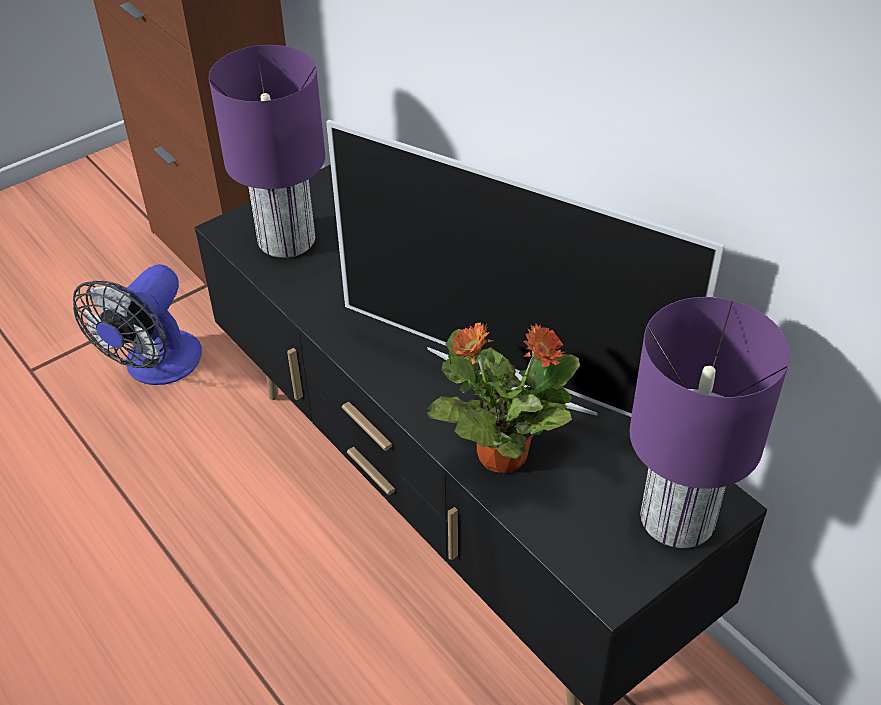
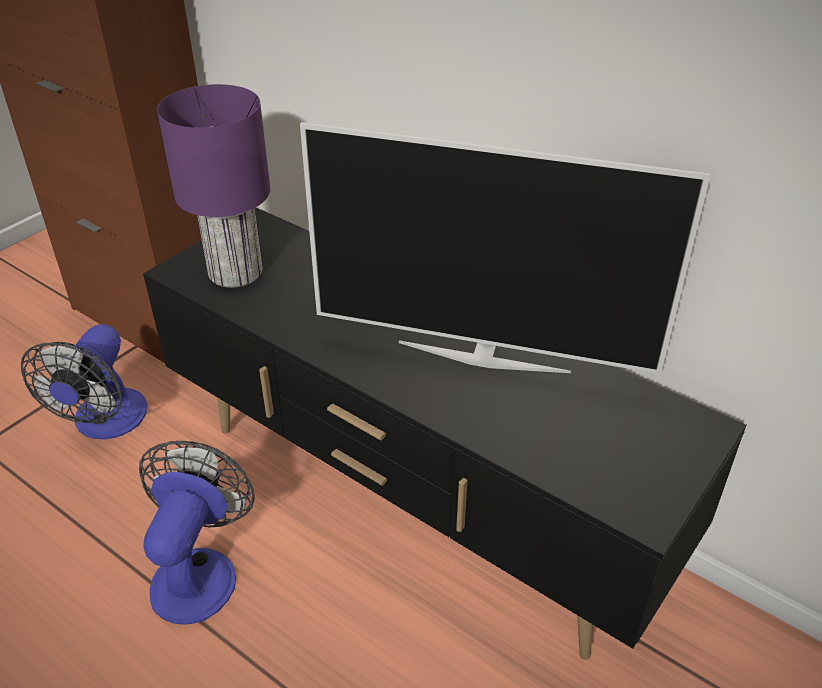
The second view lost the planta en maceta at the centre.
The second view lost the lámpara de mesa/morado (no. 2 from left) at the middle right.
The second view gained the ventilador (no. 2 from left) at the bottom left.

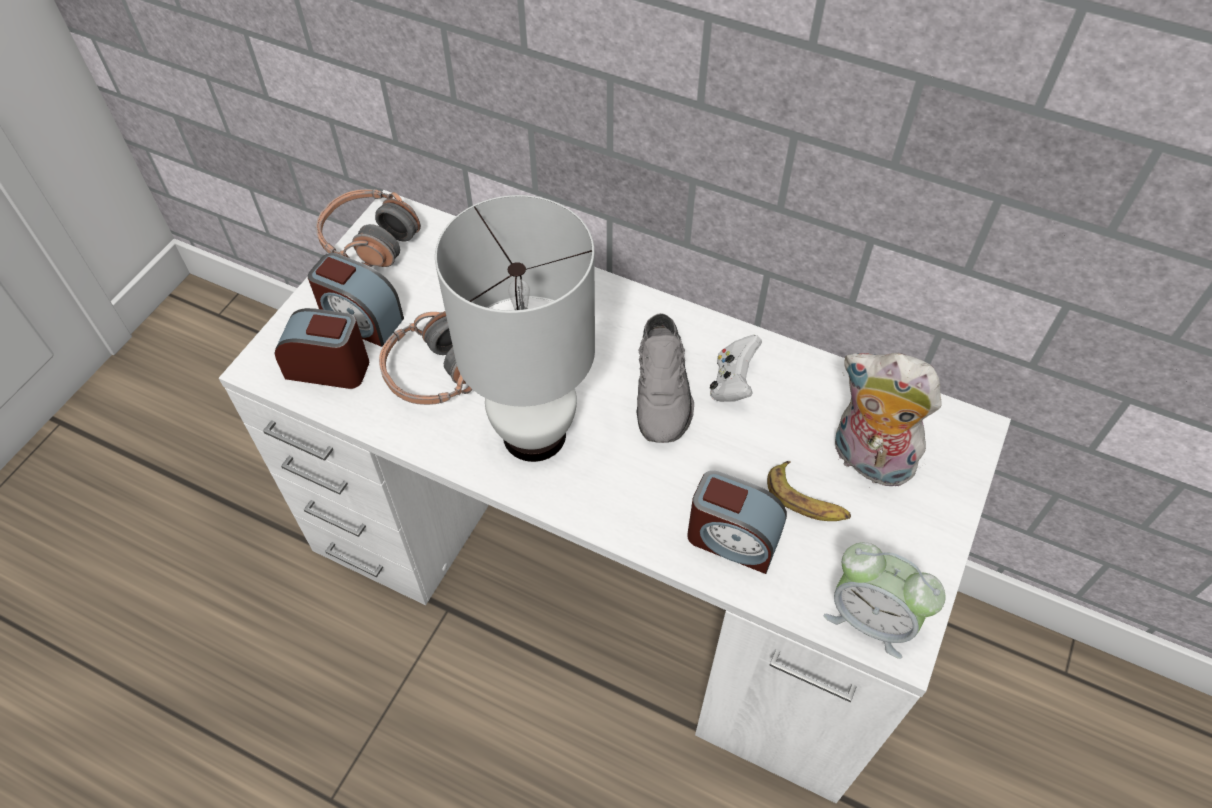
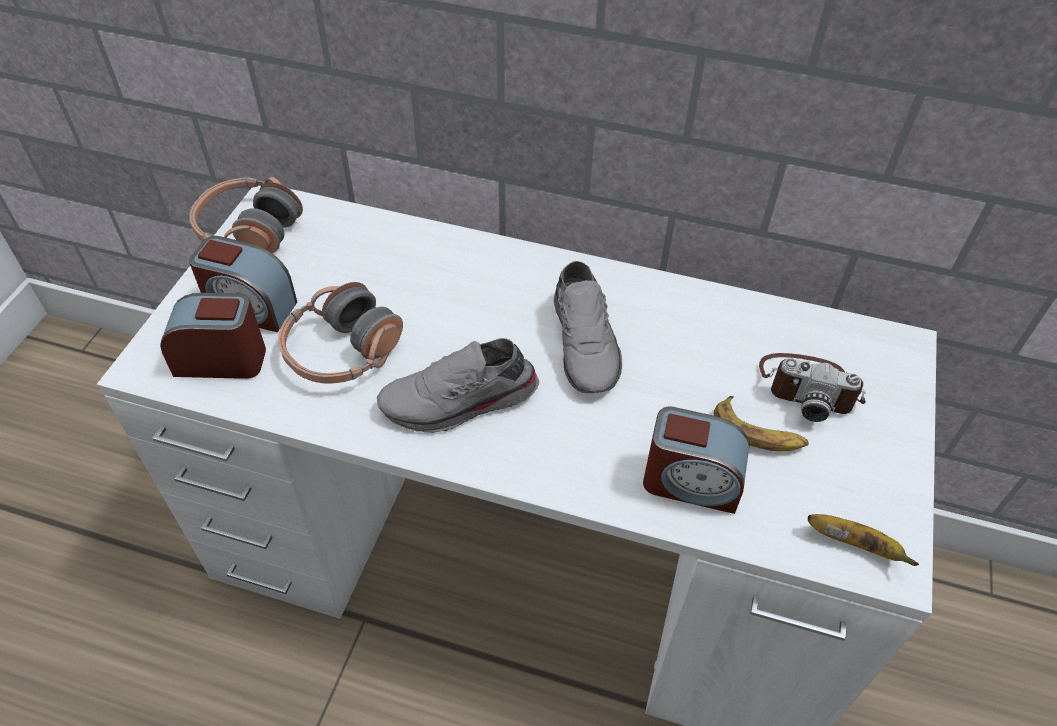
Where the lámpara de mesa/blanco stood at the centre, the zapato/gris (no. 1 from left) came to stand at the centre.
The second view lost the mando de consola/blanco at the centre.
Where the despertador (no. 4 from left) stood at the bottom right, the plátano (no. 2 from left) came to stand at the bottom right.
Where the peluche stood at the middle right, the cámara came to stand at the middle right.

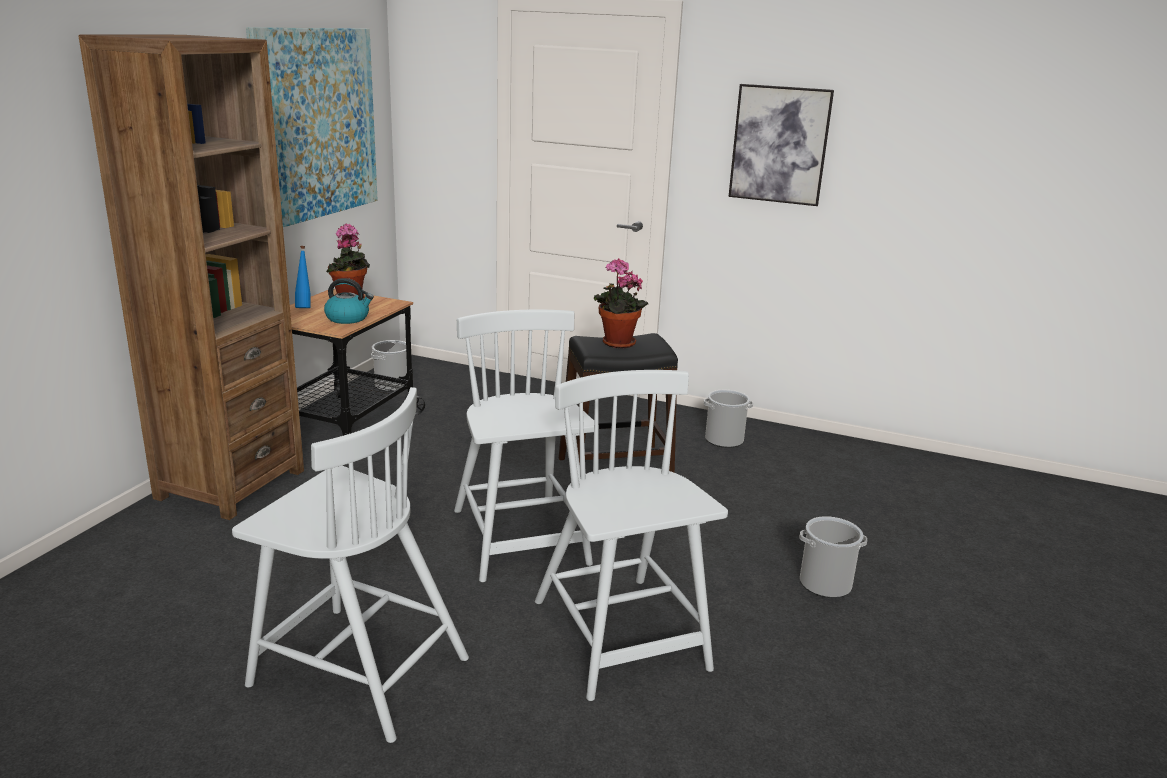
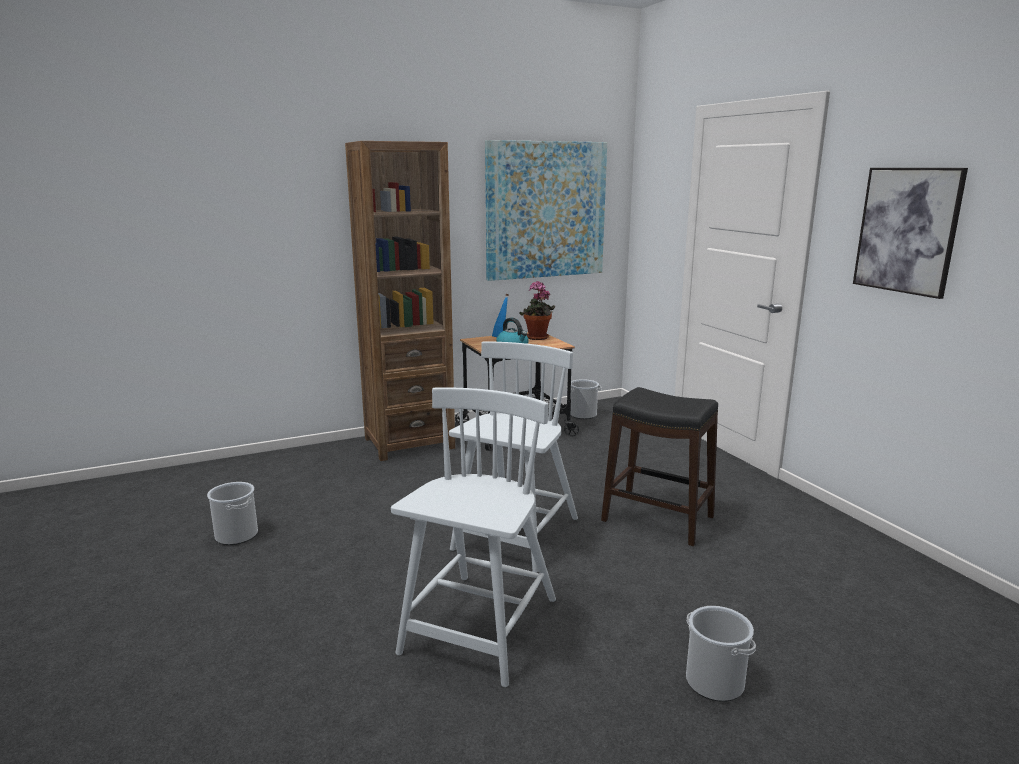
The second view lost the silla/blanco (no. 1 from left) at the bottom left.
The second view lost the planta en maceta (no. 2 from left) at the centre.
The cubo (no. 2 from left in the first image) ended up elsewhere, having gone from the centre to the bottom left.

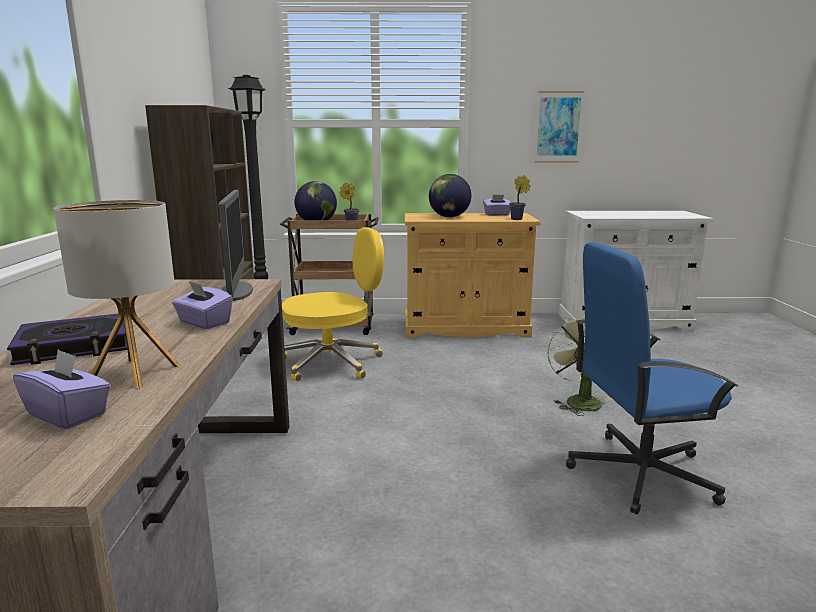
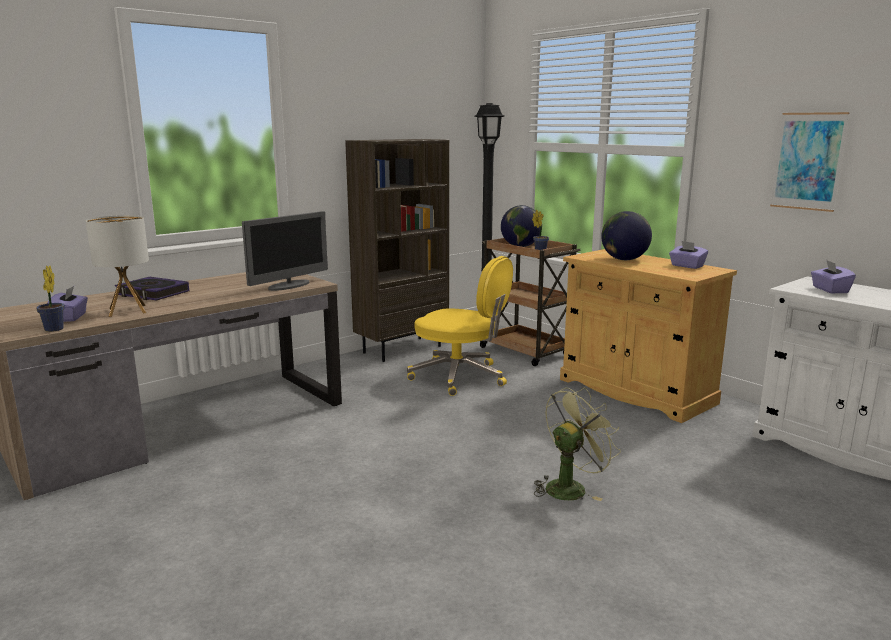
The caja de pañuelos/morado (no. 2 from left in the first image) ended up elsewhere, having gone from the middle left to the middle right.
The planta en maceta (no. 2 from left in the first image) ended up elsewhere, having gone from the top centre to the middle left.
The second view lost the silla de oficina/azul at the middle right.

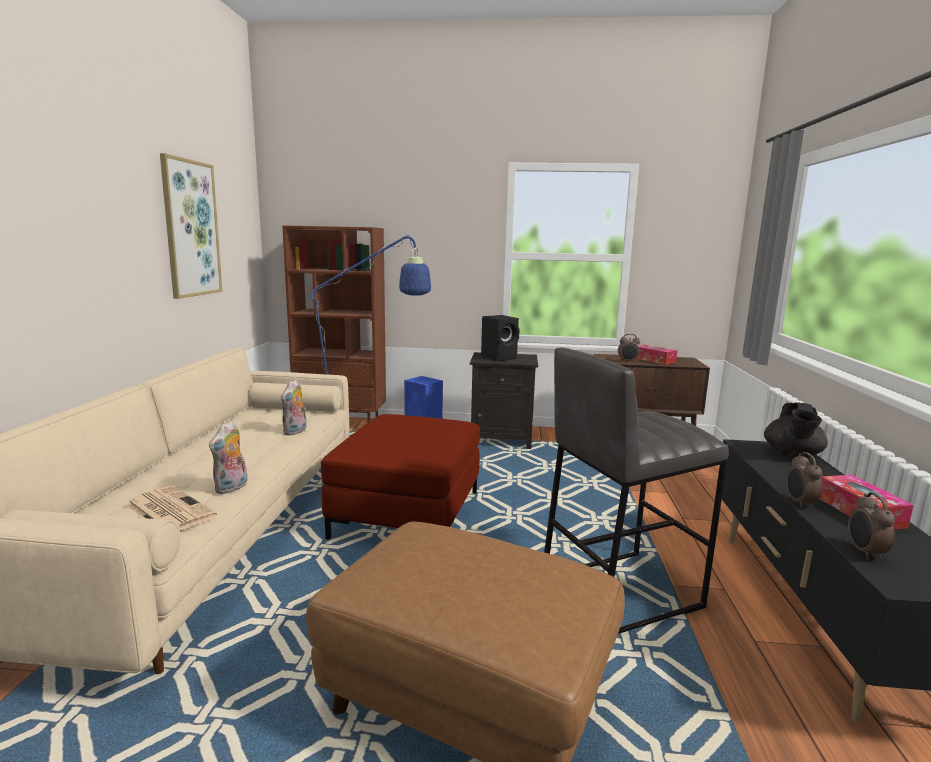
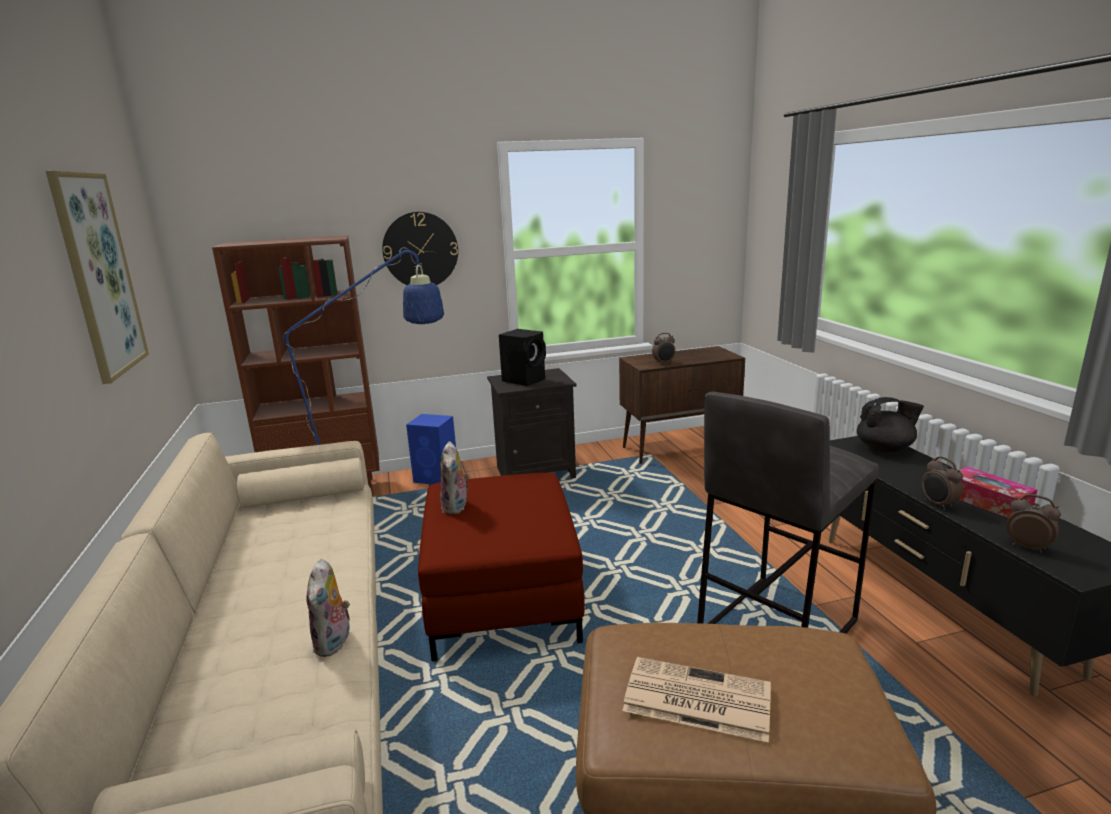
The periódico ended up elsewhere, having gone from the bottom left to the bottom centre.
The peluche (no. 2 from left) ended up elsewhere, having gone from the middle left to the centre.
The second view lost the caja de pañuelos (no. 1 from left) at the middle right.
The tetera/negro at the middle right ended up facing another way, 90 degrees counterclockwise from before.
The despertador (no. 3 from left) at the bottom right ended up facing another way, 150 degrees clockwise from before.
The second view gained the reloj de pared at the top centre.

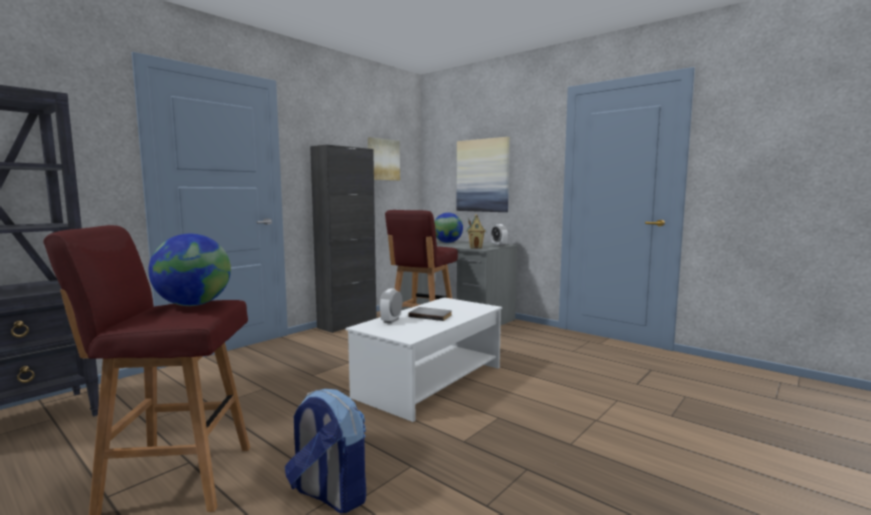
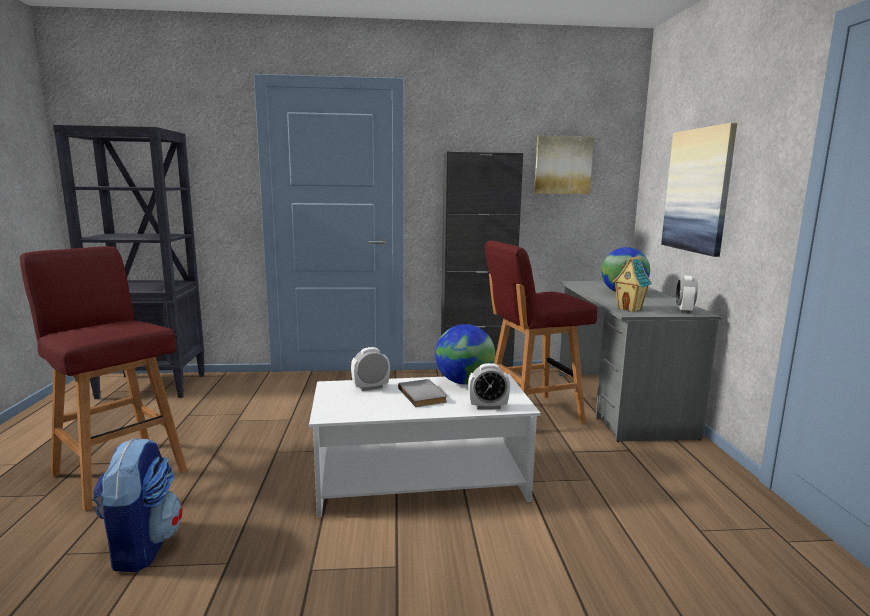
The globo terráqueo (no. 1 from left) ended up elsewhere, having gone from the middle left to the centre.
The second view gained the despertador (no. 2 from left) at the centre.

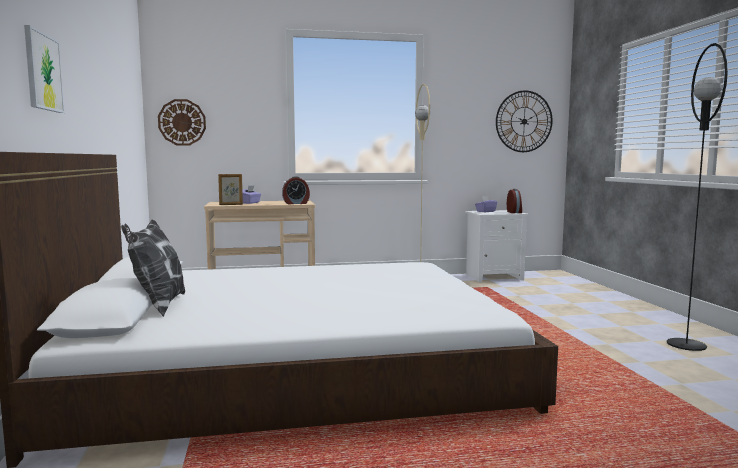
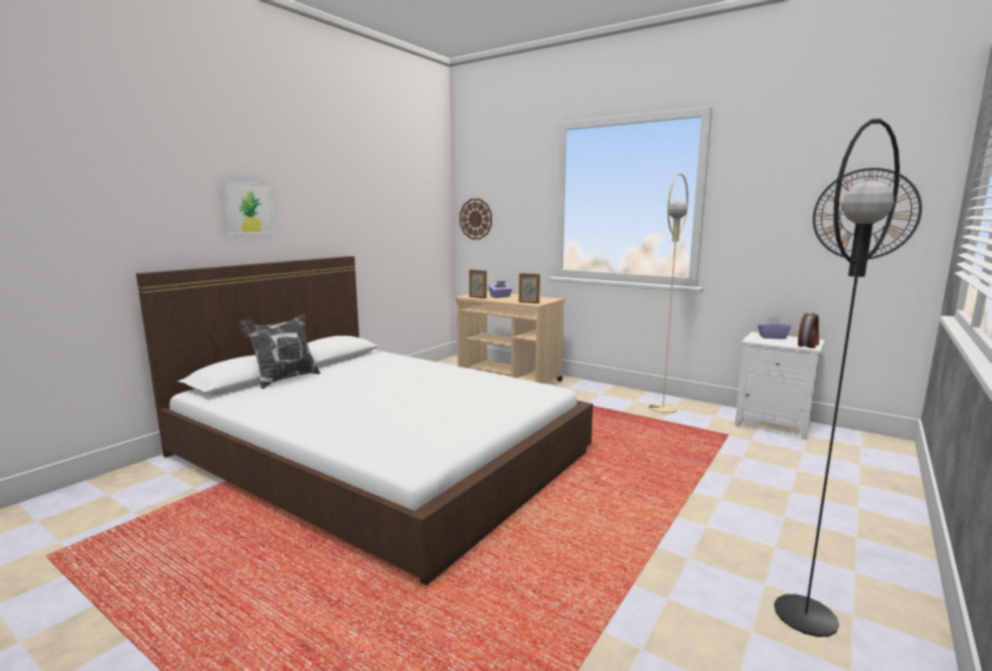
Where the despertador (no. 1 from left) stood at the centre, the portarretratos (no. 2 from left) came to stand at the centre.

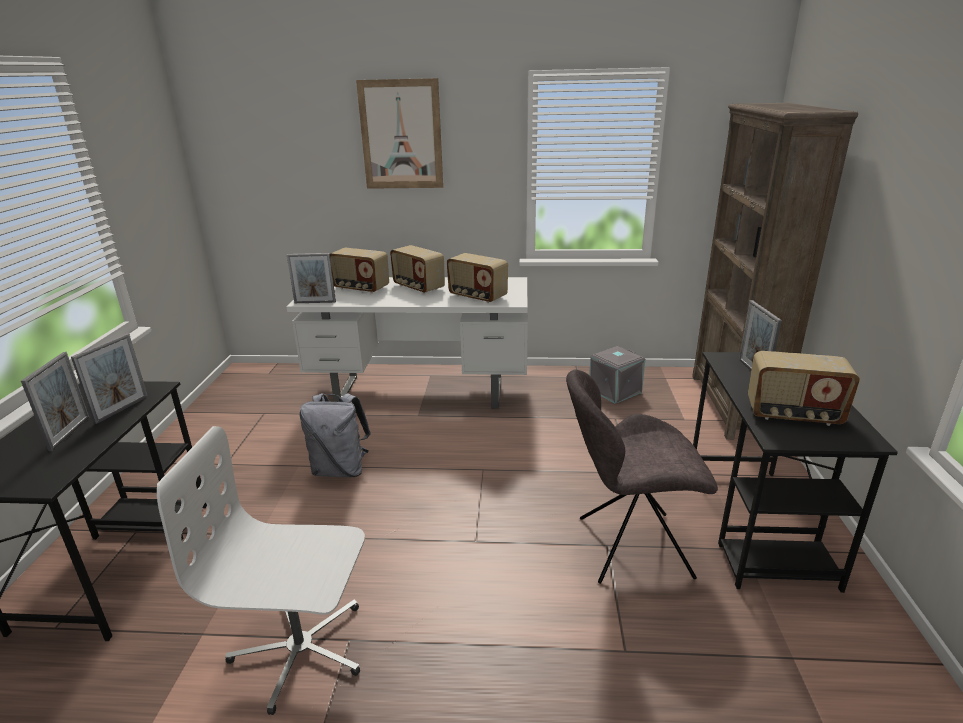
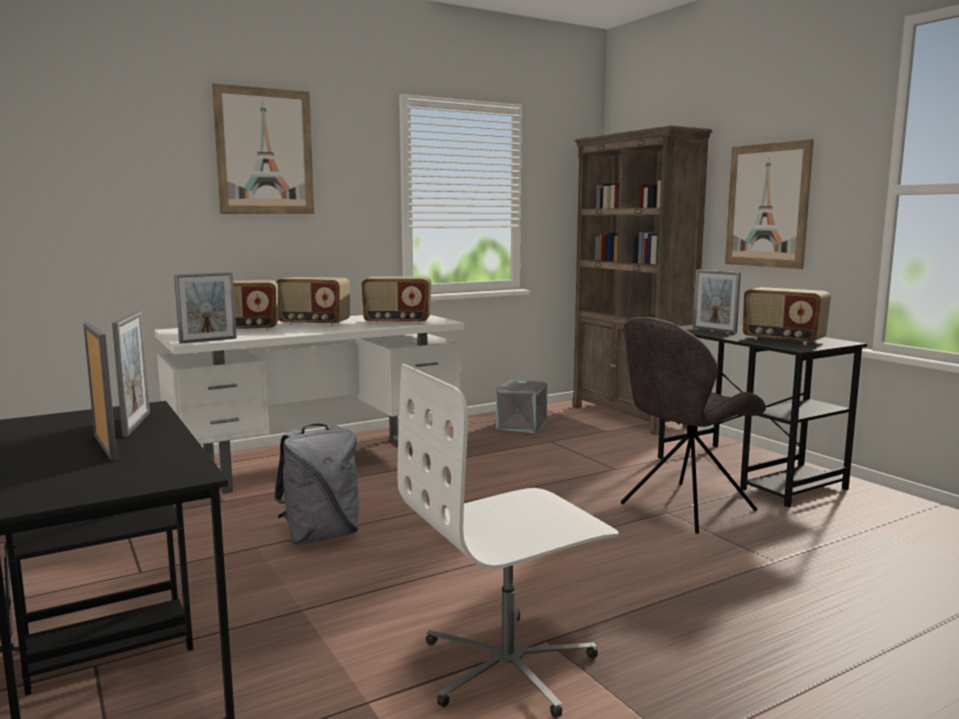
The radio (no. 4 from left) at the middle right ended up facing another way, 60 degrees clockwise from before.
The second view gained the cuadro (no. 2 from left) at the top right.

